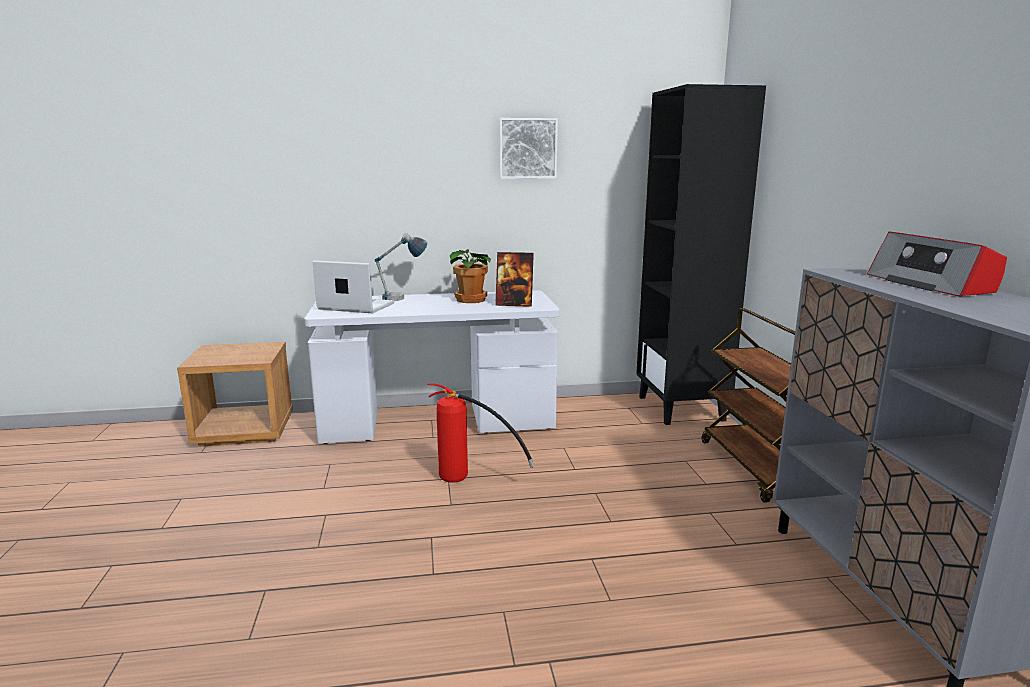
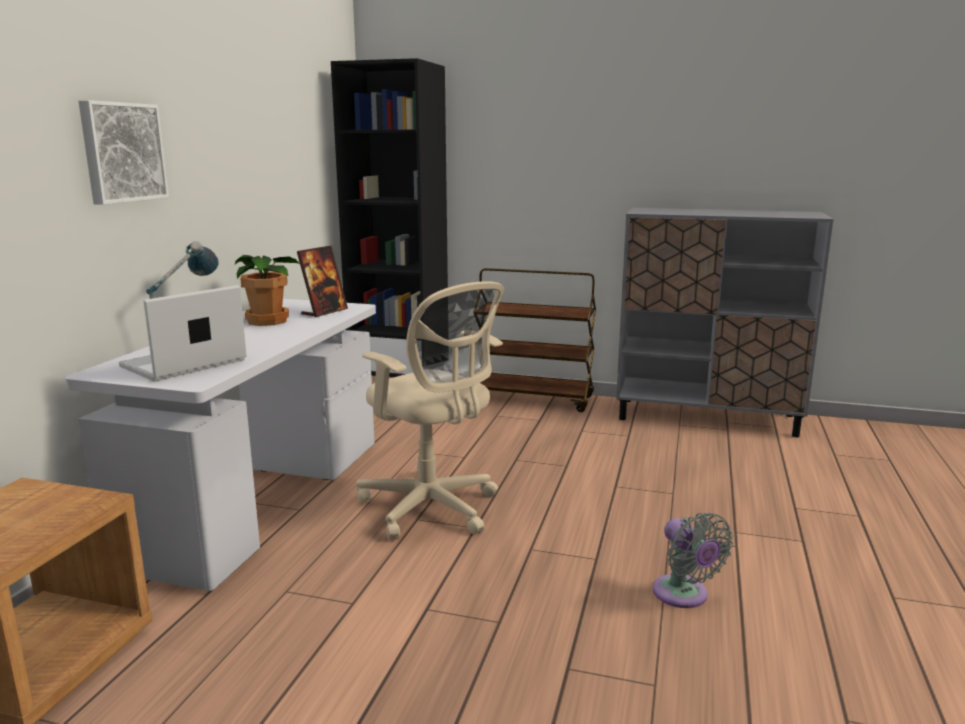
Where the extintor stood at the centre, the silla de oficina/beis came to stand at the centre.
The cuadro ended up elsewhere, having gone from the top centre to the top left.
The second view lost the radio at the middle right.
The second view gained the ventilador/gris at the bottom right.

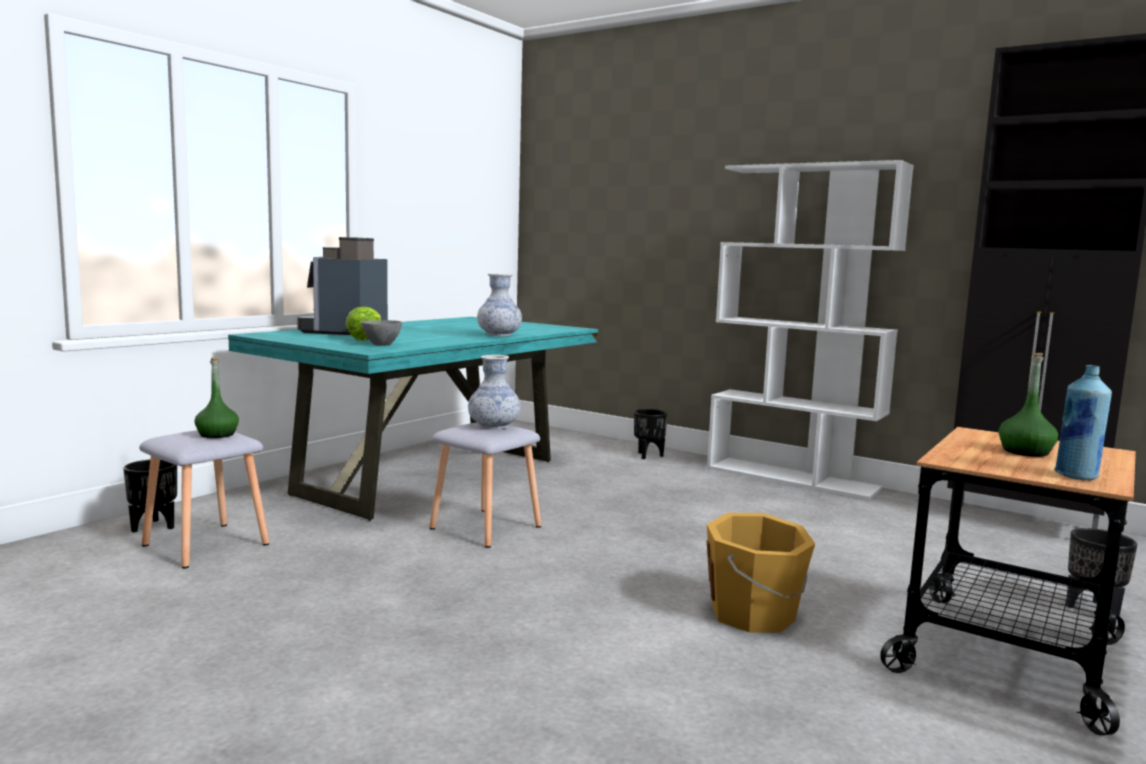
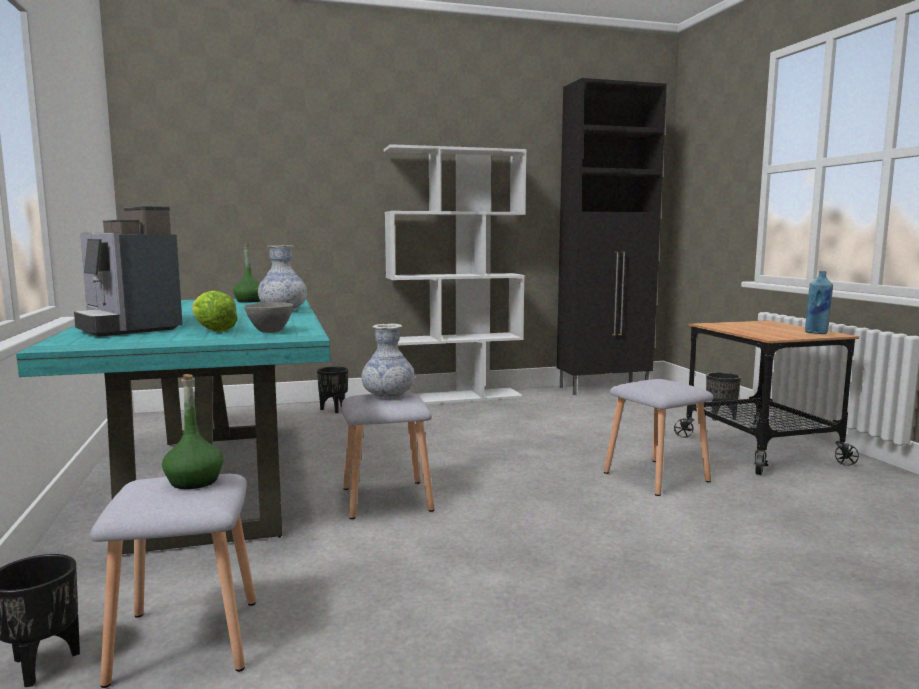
Where the cubo/naranja stood at the bottom centre, the taburete/gris (no. 3 from left) came to stand at the middle right.
The botella/verde (no. 2 from left) ended up elsewhere, having gone from the middle right to the middle left.

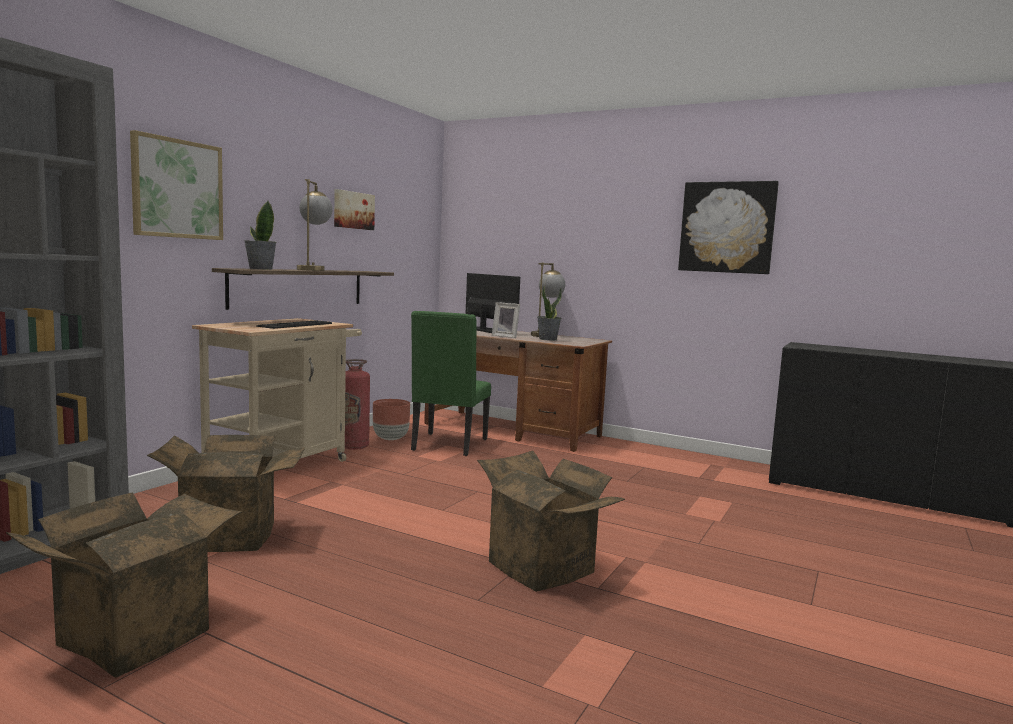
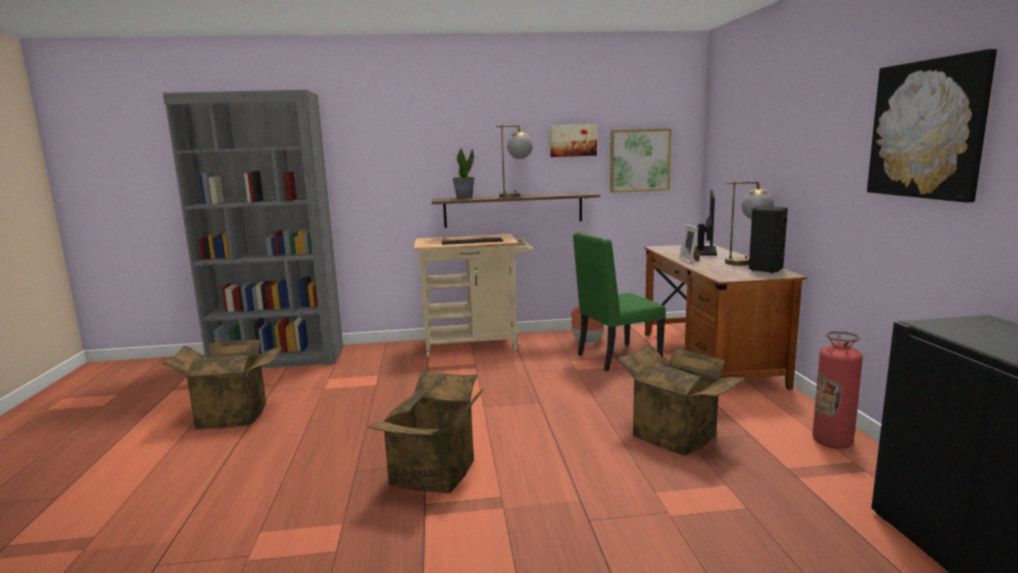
The cuadro (no. 1 from left in the first image) ended up elsewhere, having gone from the top left to the top centre.
The caja de cartón (no. 2 from left in the first image) ended up elsewhere, having gone from the bottom left to the bottom right.
The extintor ended up elsewhere, having gone from the centre to the bottom right.
The second view lost the planta en maceta (no. 2 from left) at the centre.
The second view gained the altavoz/negro at the middle right.

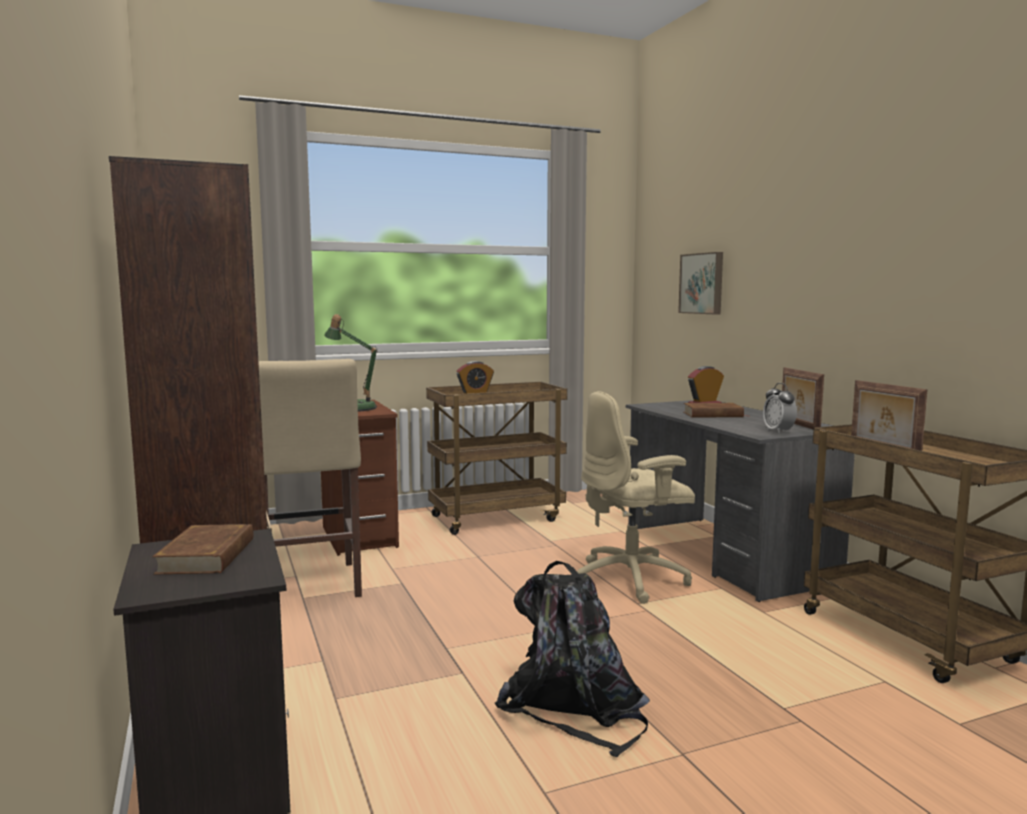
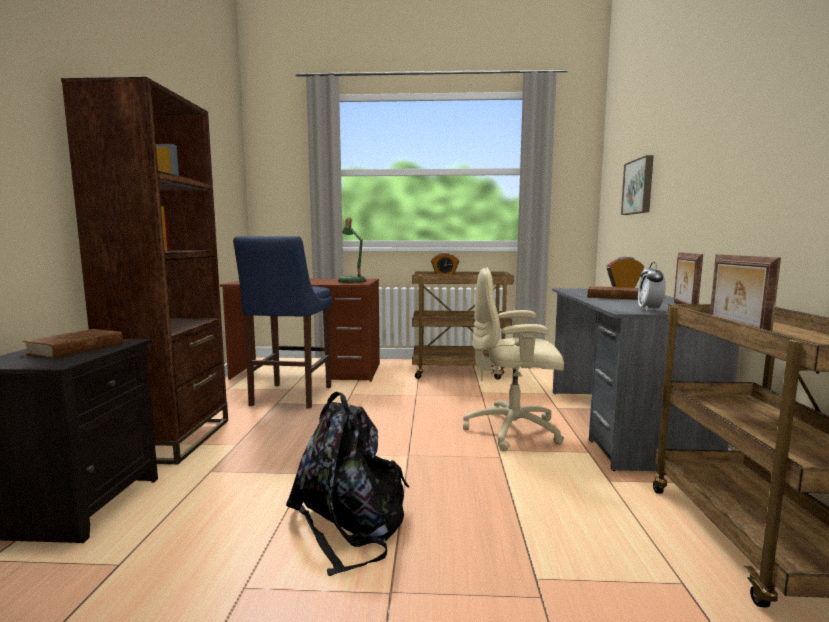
What was the taburete/beis at the middle left turned into the taburete/azul at the centre.

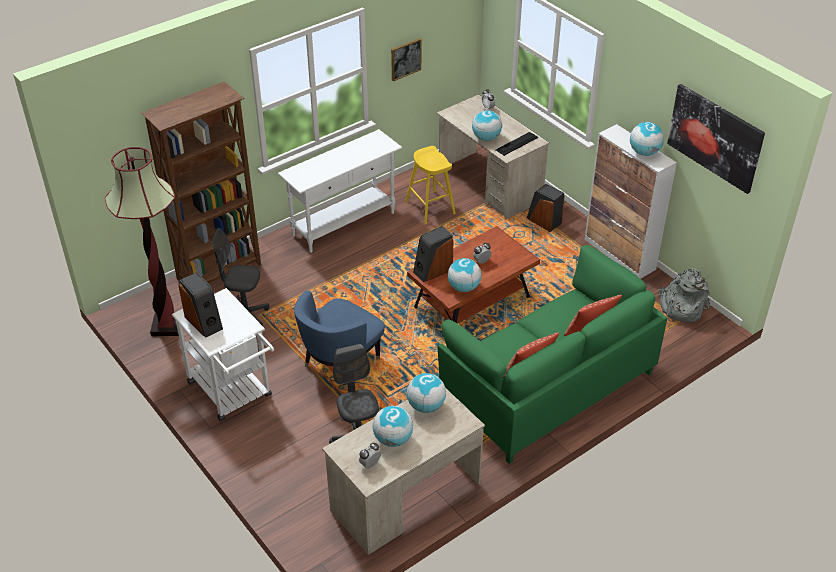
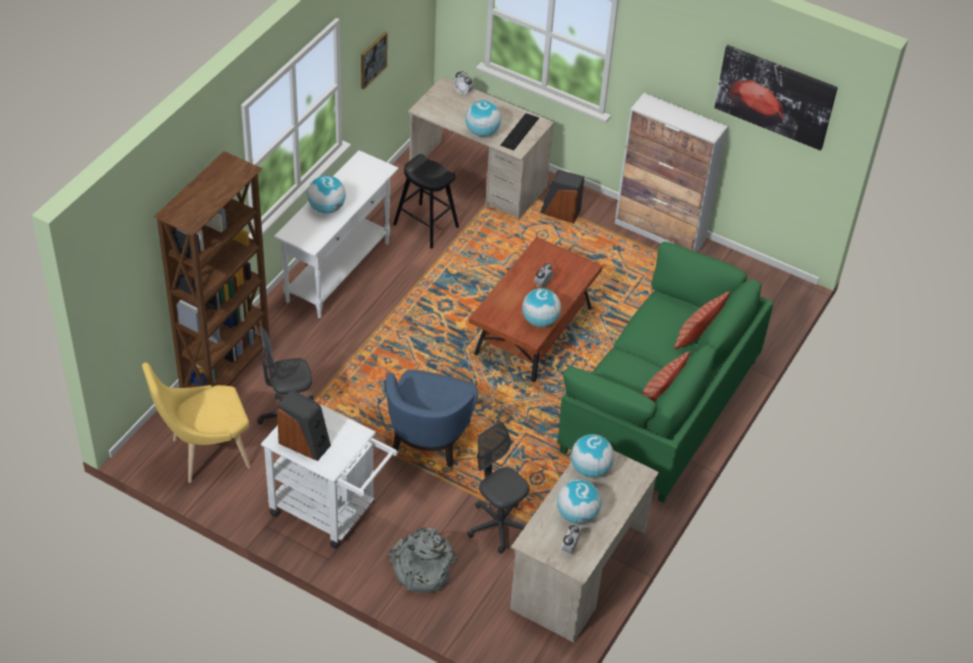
Where the lámpara de pie stood at the middle left, the silla/amarillo came to stand at the middle left.
What was the taburete/amarillo at the top centre turned into the taburete/negro at the top centre.
The second view lost the altavoz (no. 2 from left) at the centre.
The globo terráqueo (no. 5 from left in the first image) ended up elsewhere, having gone from the top right to the top centre.
The mochila/gris ended up elsewhere, having gone from the middle right to the bottom centre.

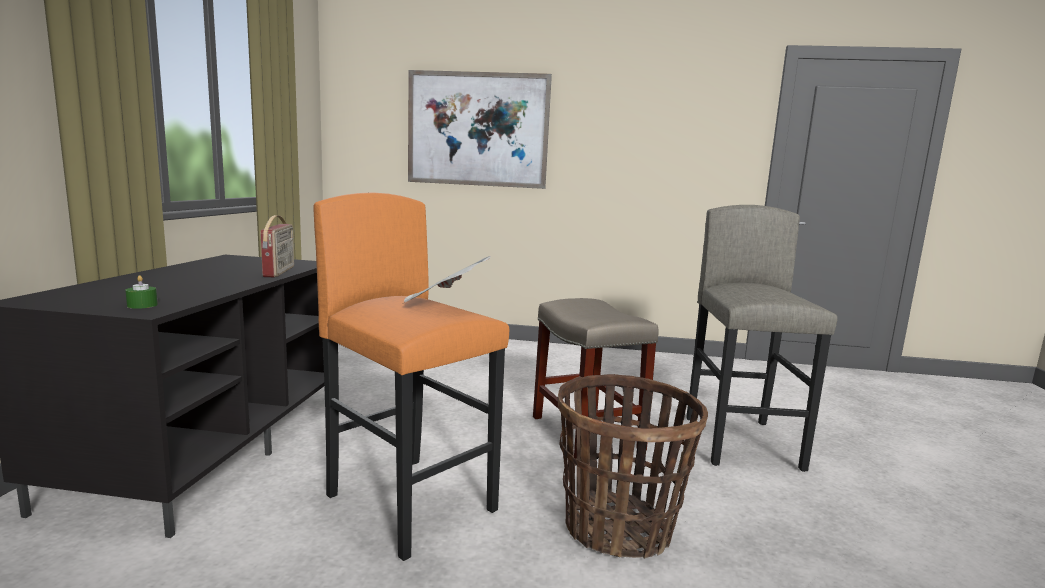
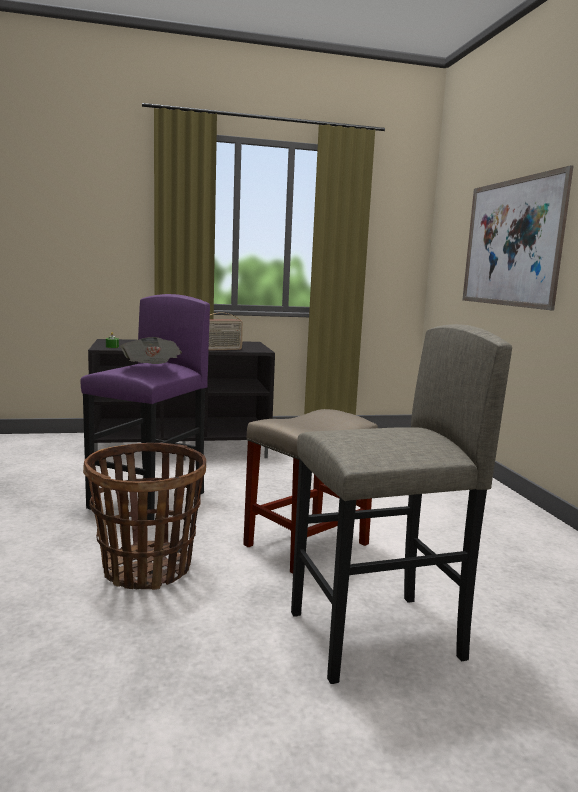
What was the taburete/naranja at the centre turned into the taburete/morado at the middle left.

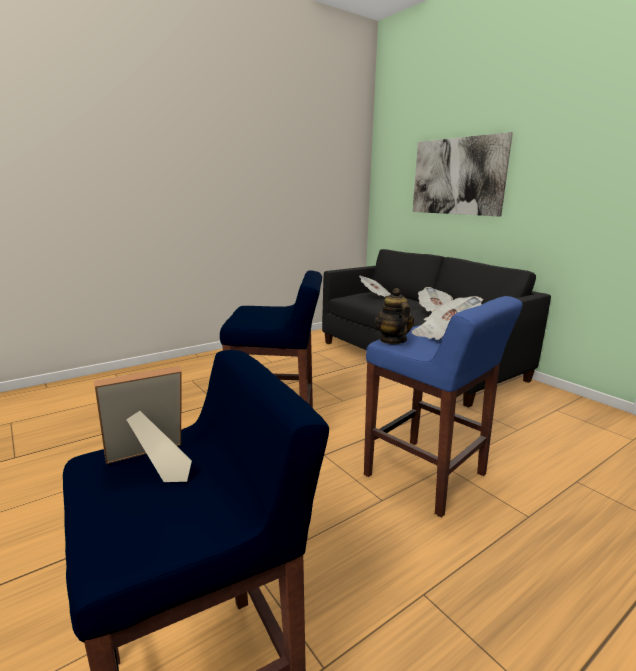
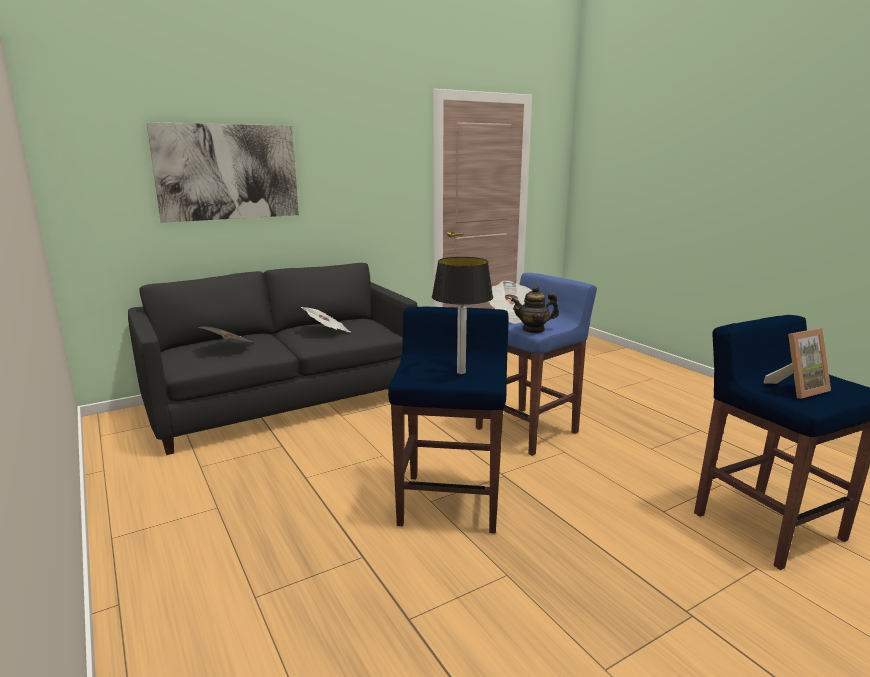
The portarretratos at the middle left ended up facing another way, 90 degrees counterclockwise from before.
The second view gained the lámpara de mesa at the centre.

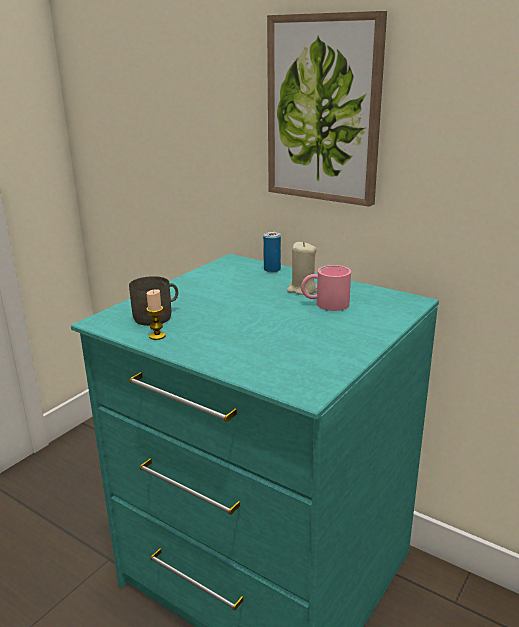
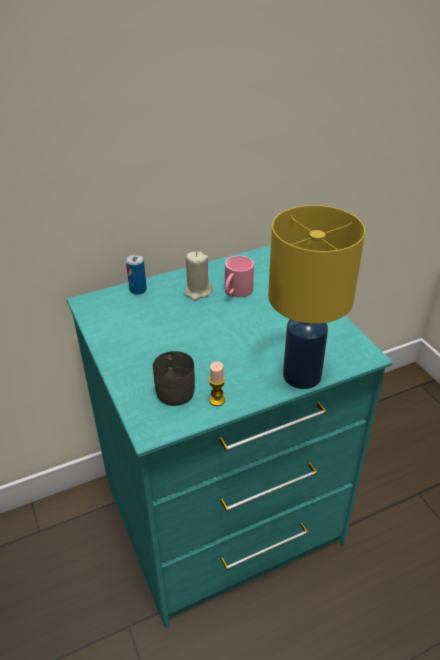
The second view lost the cuadro at the top centre.
The second view gained the lámpara de mesa/amarillo at the middle right.

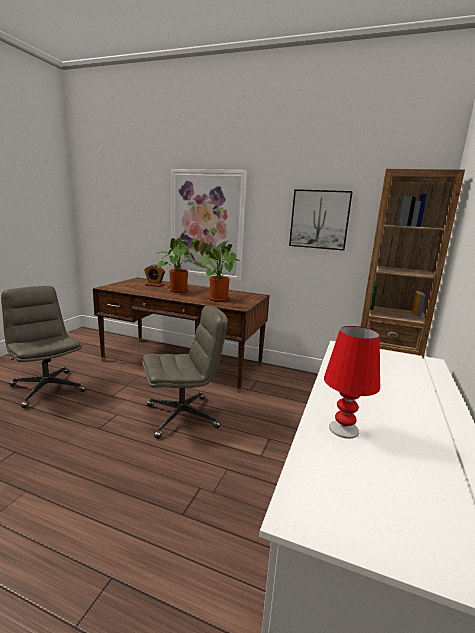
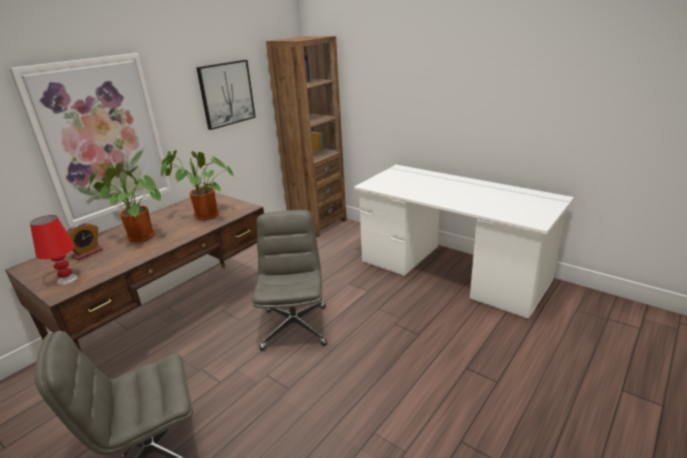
The lámpara de mesa/rojo ended up elsewhere, having gone from the middle right to the middle left.

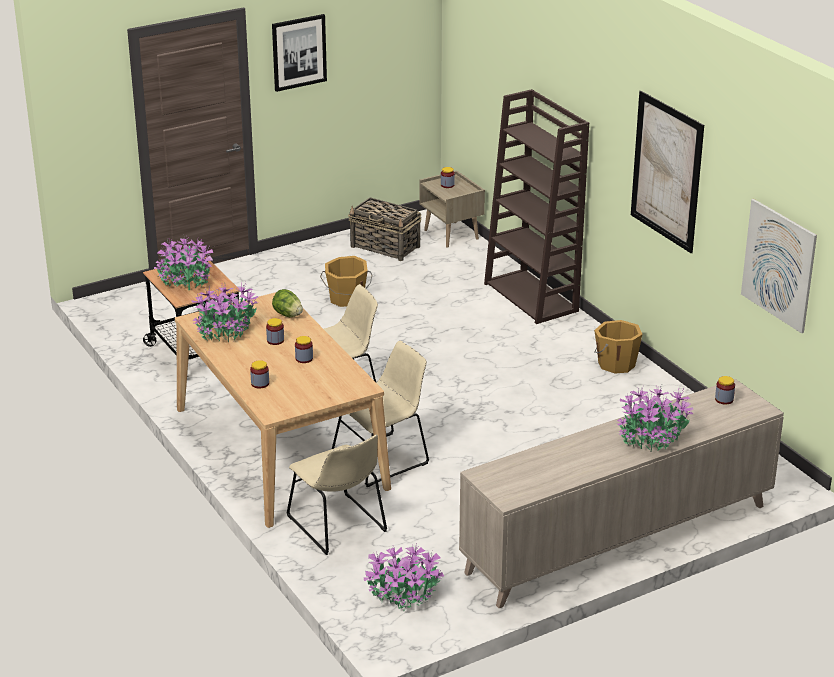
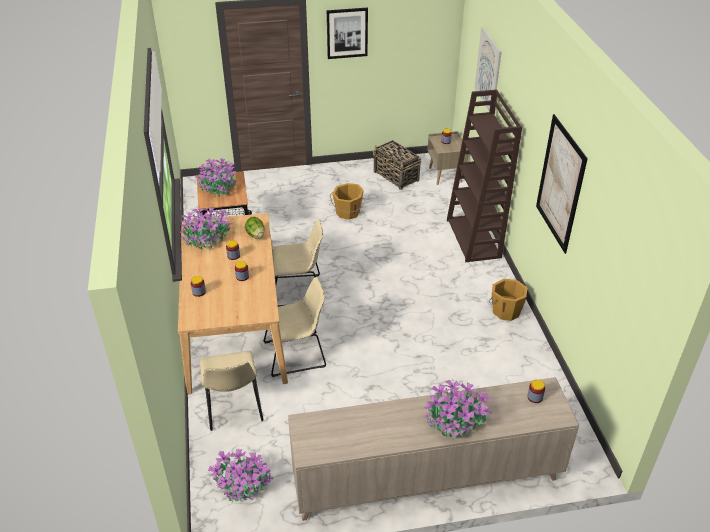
The cuadro (no. 3 from left in the first image) ended up elsewhere, having gone from the middle right to the top right.

